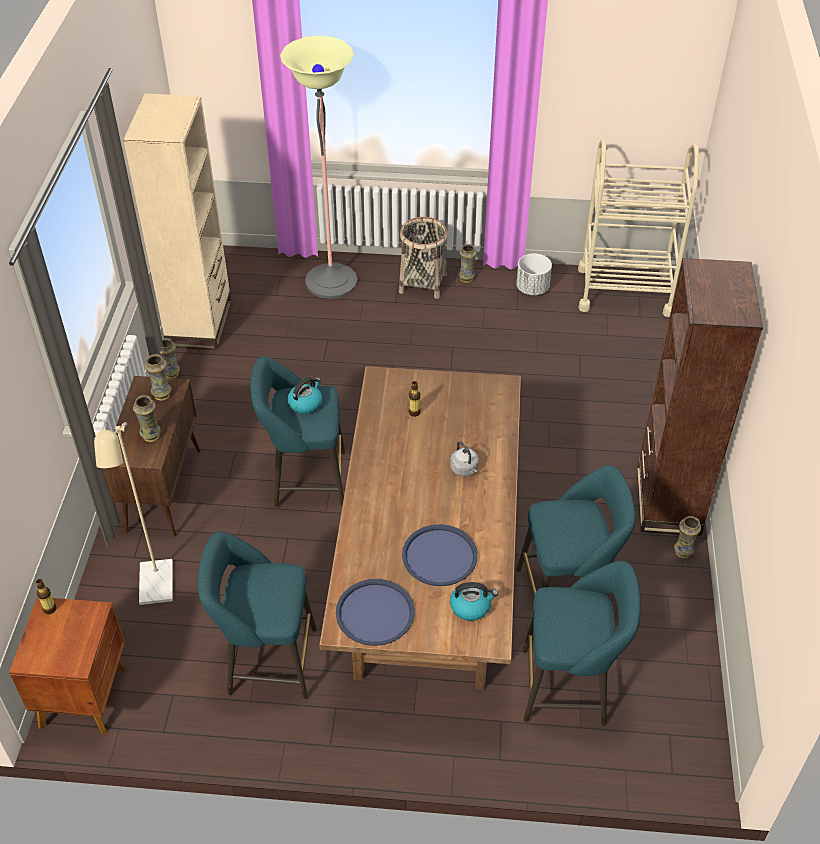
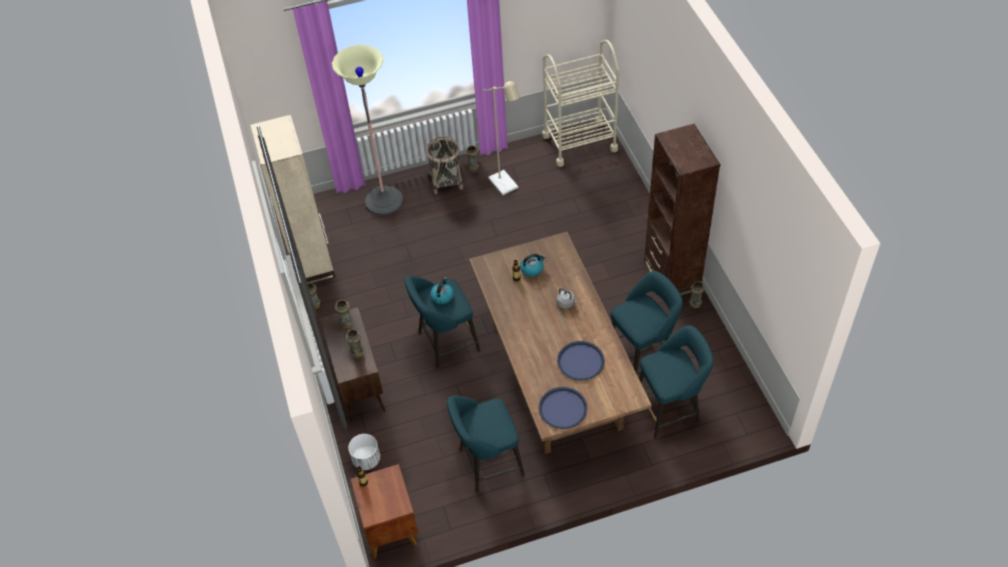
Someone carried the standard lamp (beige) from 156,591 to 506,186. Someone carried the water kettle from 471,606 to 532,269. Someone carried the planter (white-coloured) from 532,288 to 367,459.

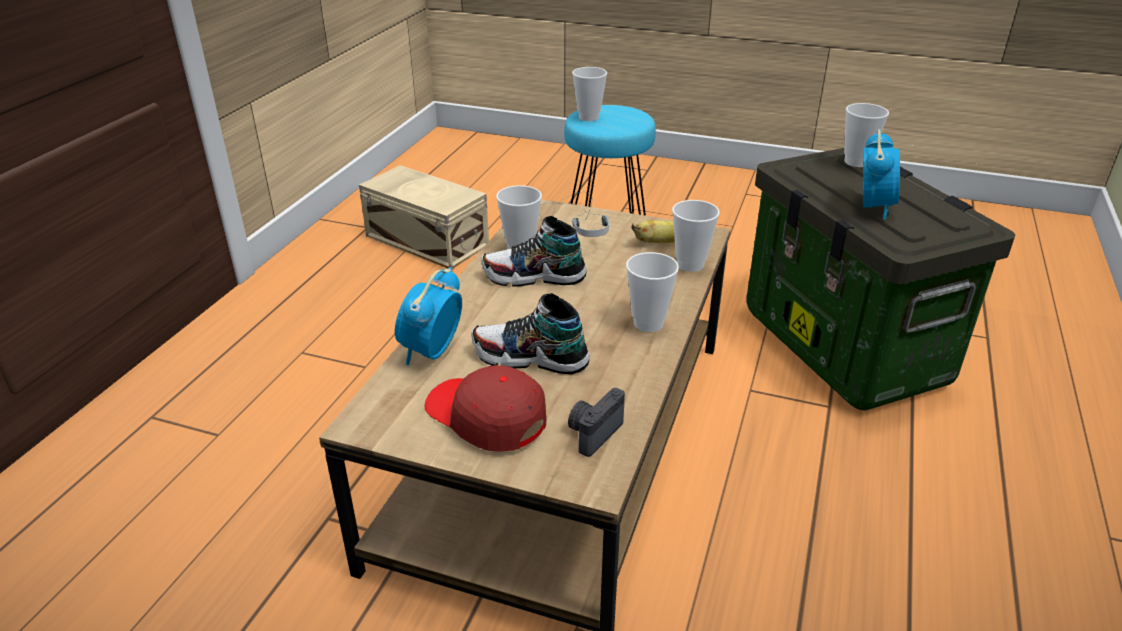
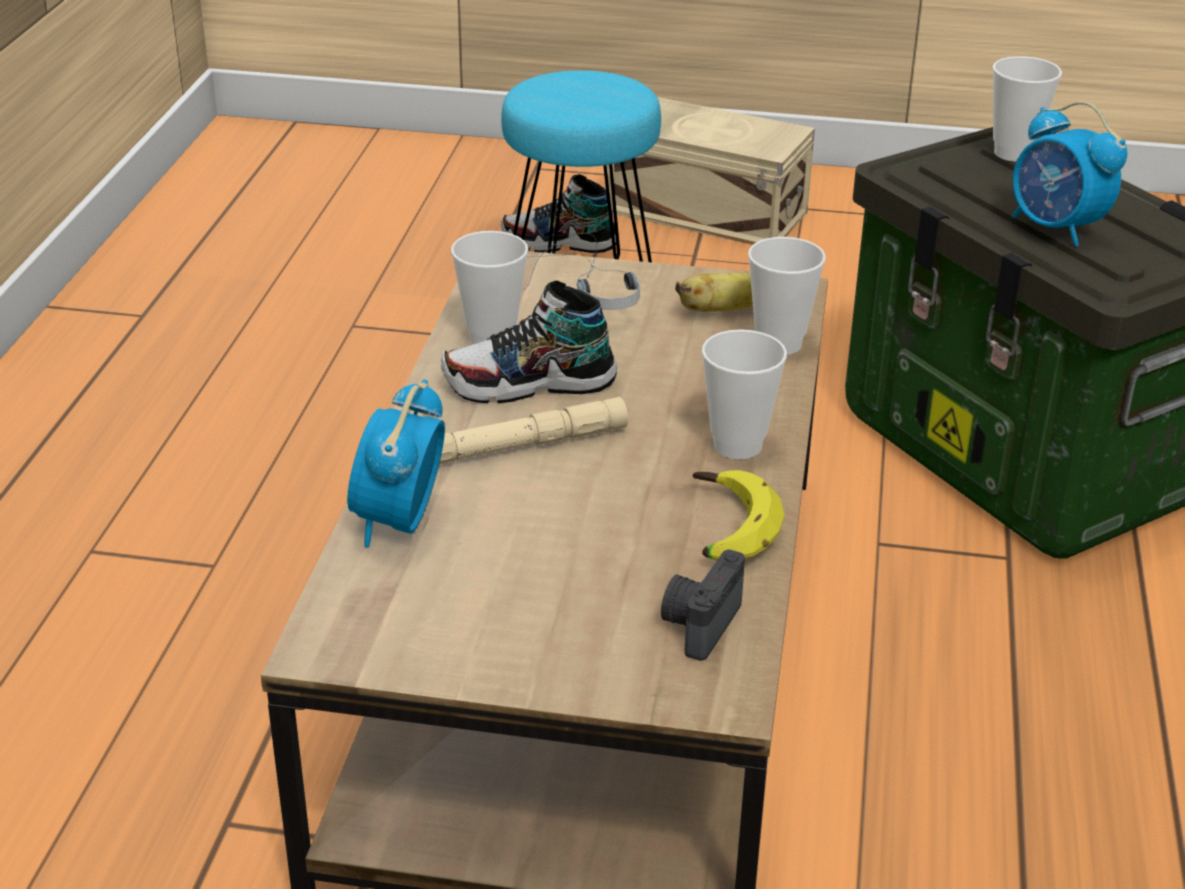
Someone took away the baseball cap (reddish) at 486,417. Someone took away the cup at 588,117. Someone put down the torch (beige) at 525,445. Someone put down the banana at 723,528. Someone carried the storage bin (beige) from 427,239 to 704,210. Someone carried the item of footwear from 530,358 to 559,244. Someone rotated the table clock at 873,207 by 135 degrees clockwise.

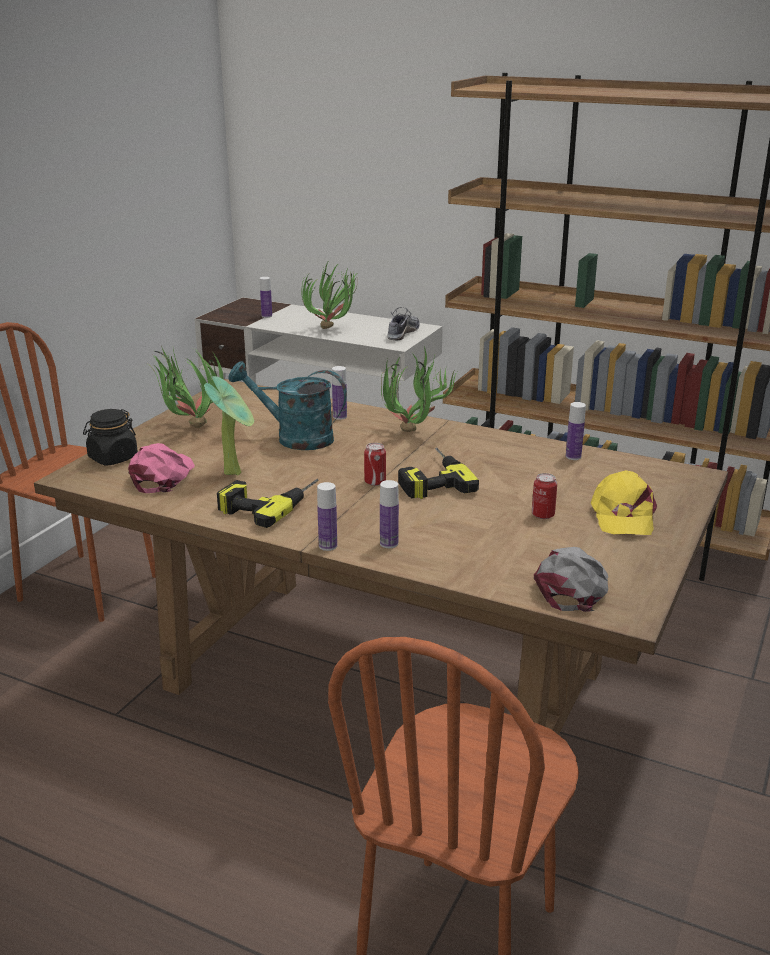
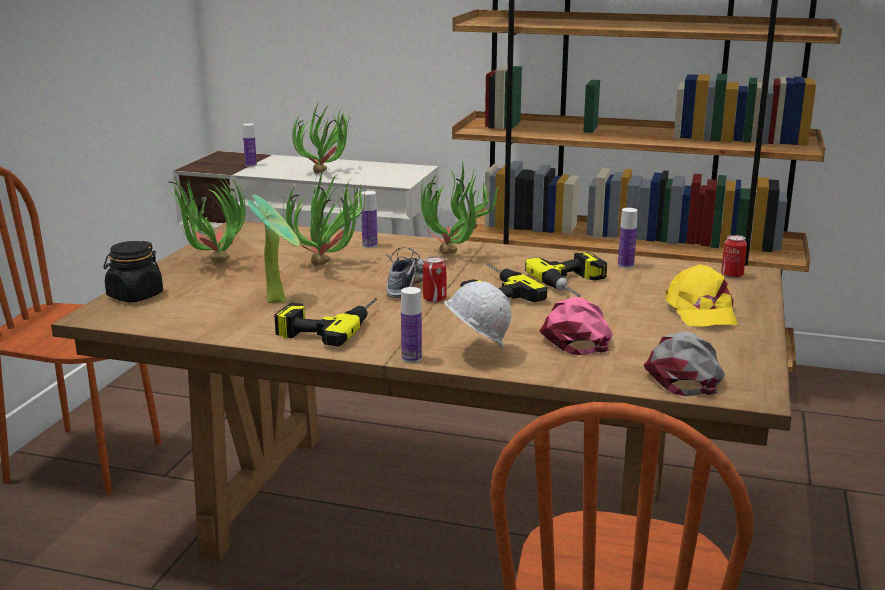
Someone put down the electric drill at 576,285. Someone carried the baseball cap (pinkish) from 162,476 to 575,337. Someone carried the item of footwear from 402,333 to 406,285. Someone carried the can from 543,515 to 732,275. Someone swapped the sprinkling can (blue-green) at 294,438 for the plant in a pot at 330,266. Someone swapped the bottle at 389,543 for the hard hat (white-coloured) at 476,352.

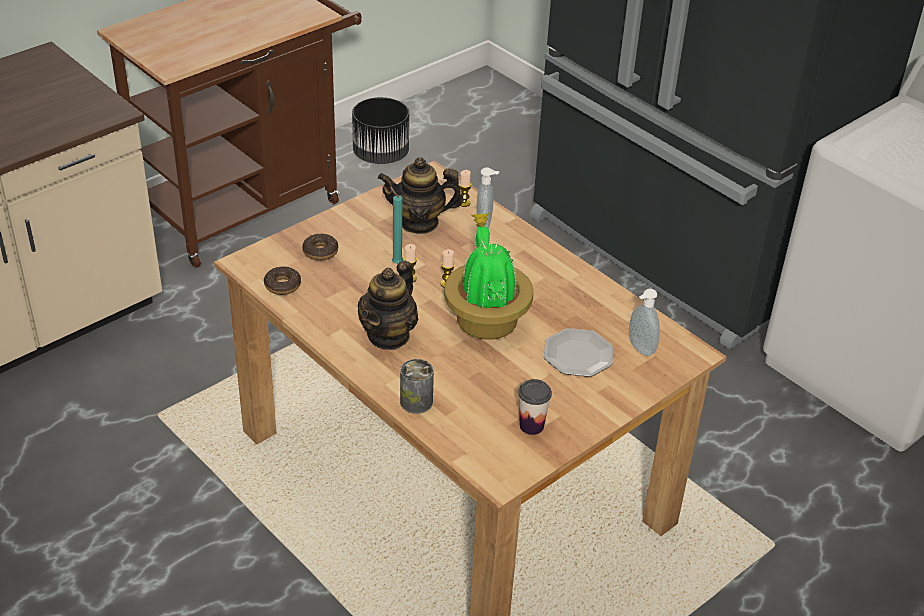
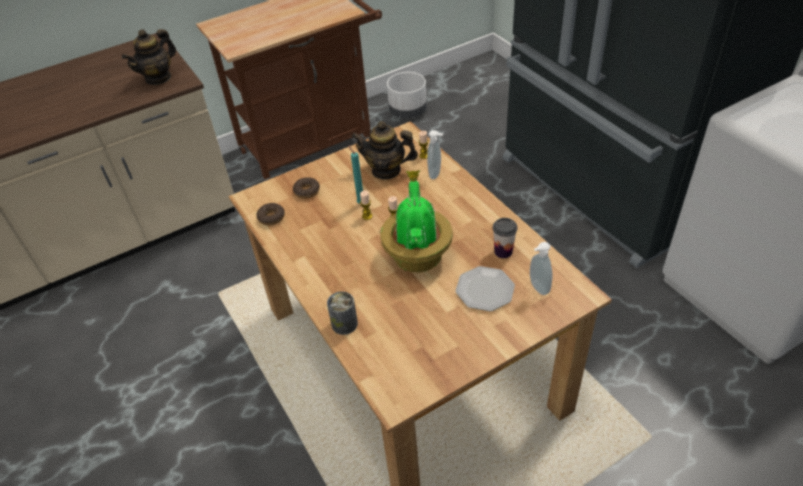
Someone carried the pot for tea from 388,335 to 158,78. Someone carried the cup from 531,426 to 503,251. Someone repainted the planter (black) at 381,156, which became the planter (white-coloured) at 408,112.

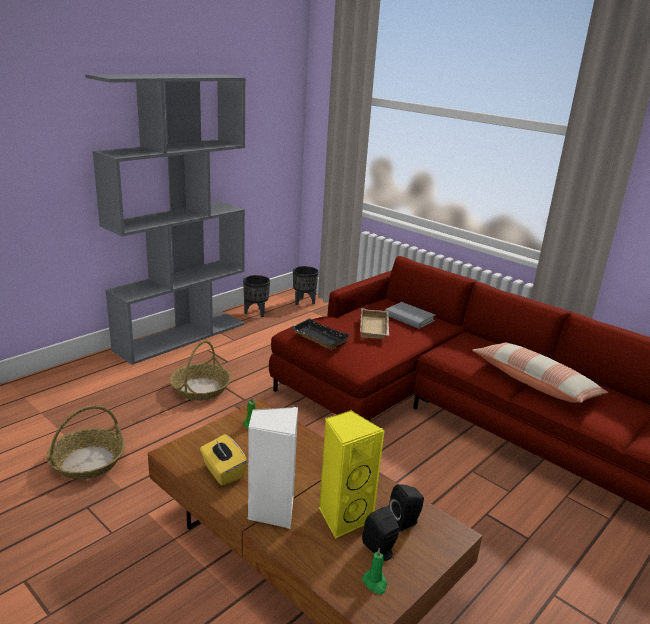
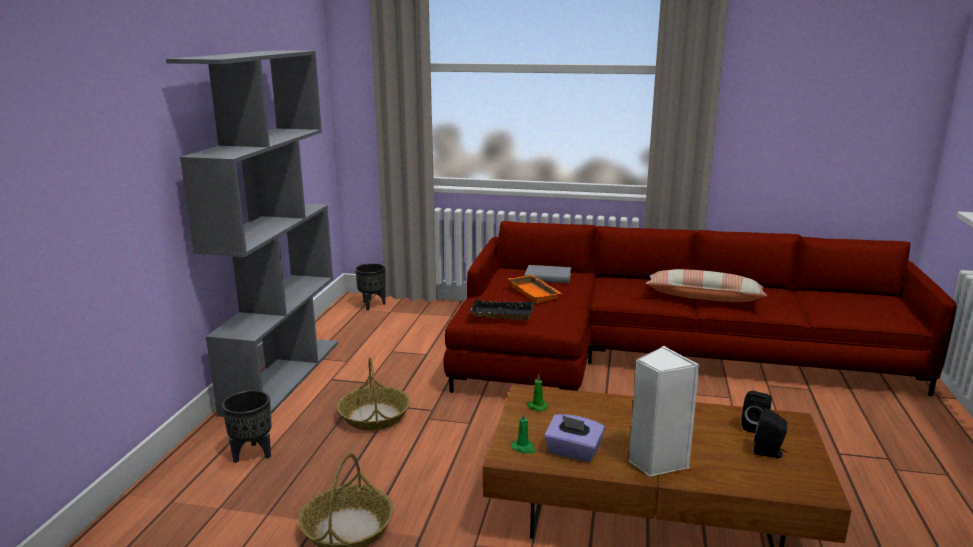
Someone took away the loudspeaker (yellow-coloured) at 343,516. Someone carried the planter (black) from 256,312 to 253,454. Someone carried the wax light (greenish) from 375,583 to 524,448. Someone repainted the box of tissues (yellow-coloured) at 223,472, which became the box of tissues (purple) at 573,452. Someone repainted the serving tray (beige) at 375,328, which became the serving tray (orange-coloured) at 536,293.

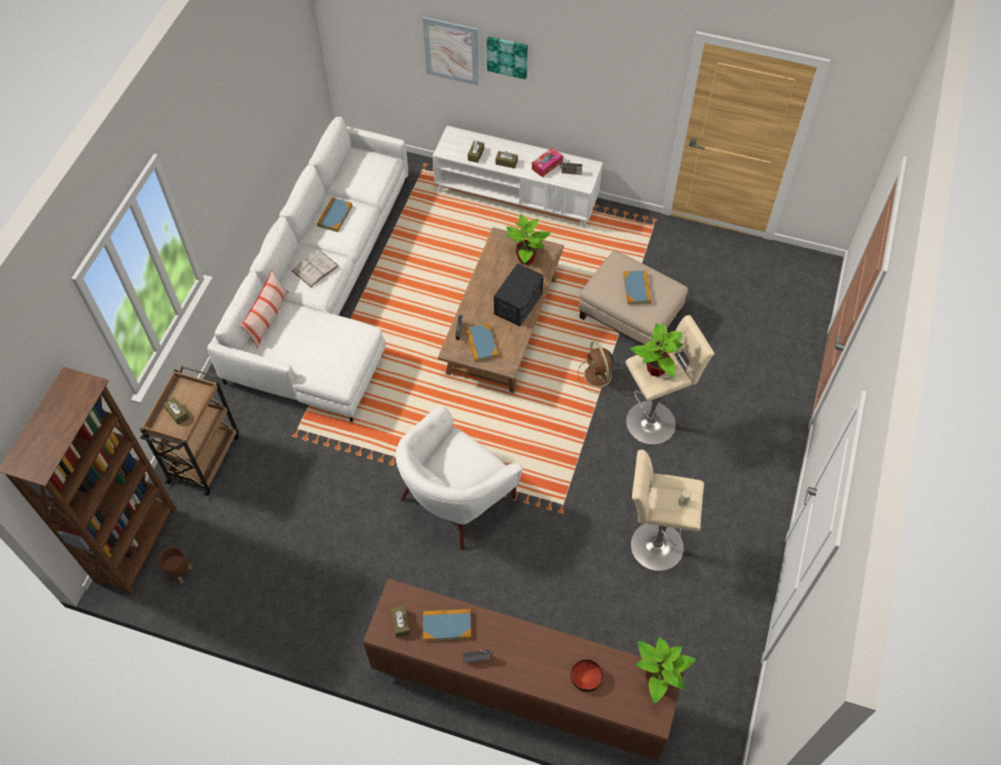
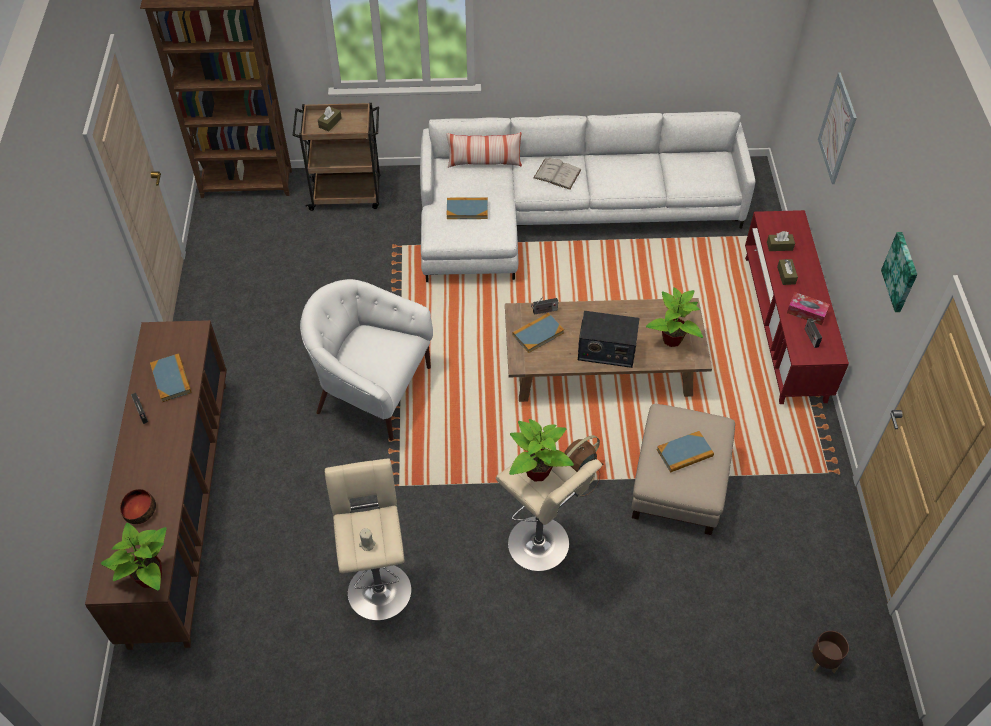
Someone took away the box of tissues (brown-coloured) at 400,623. Someone carried the planter (brown-coloured) from 180,571 to 823,661. Someone carried the volume from 335,216 to 467,210. Someone carried the wall art from 507,56 to 901,272. Someone repainted the media console (white-coloured) at 516,196, which became the media console (reddish) at 784,326.

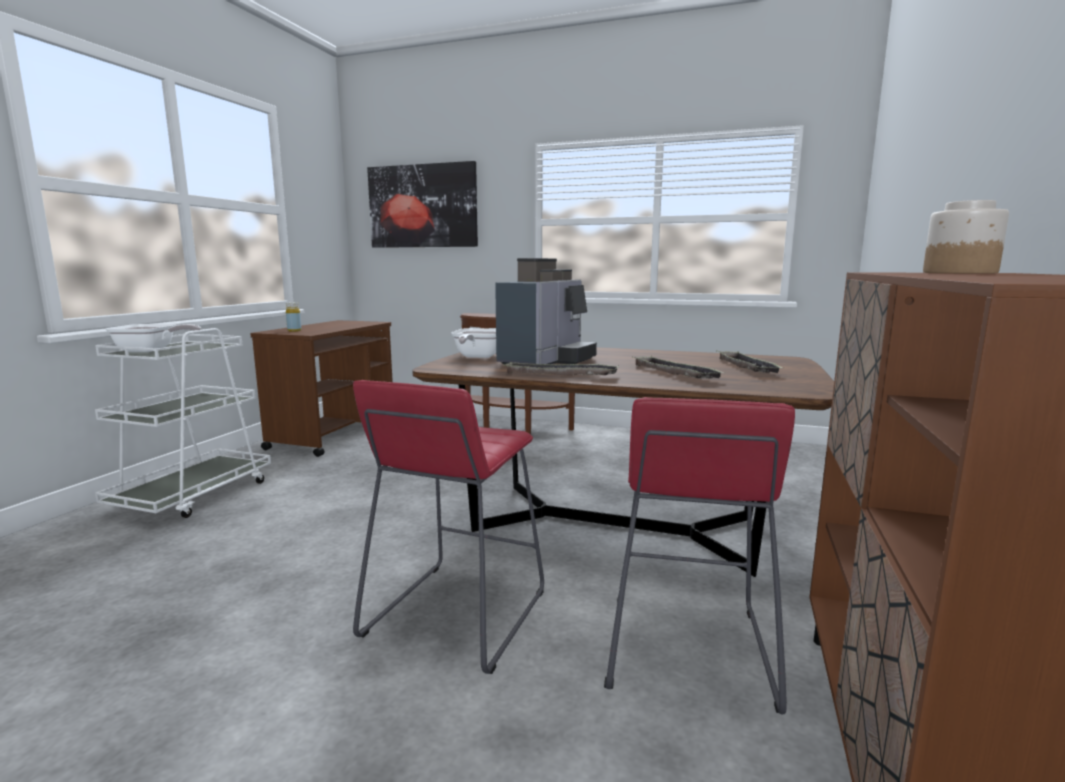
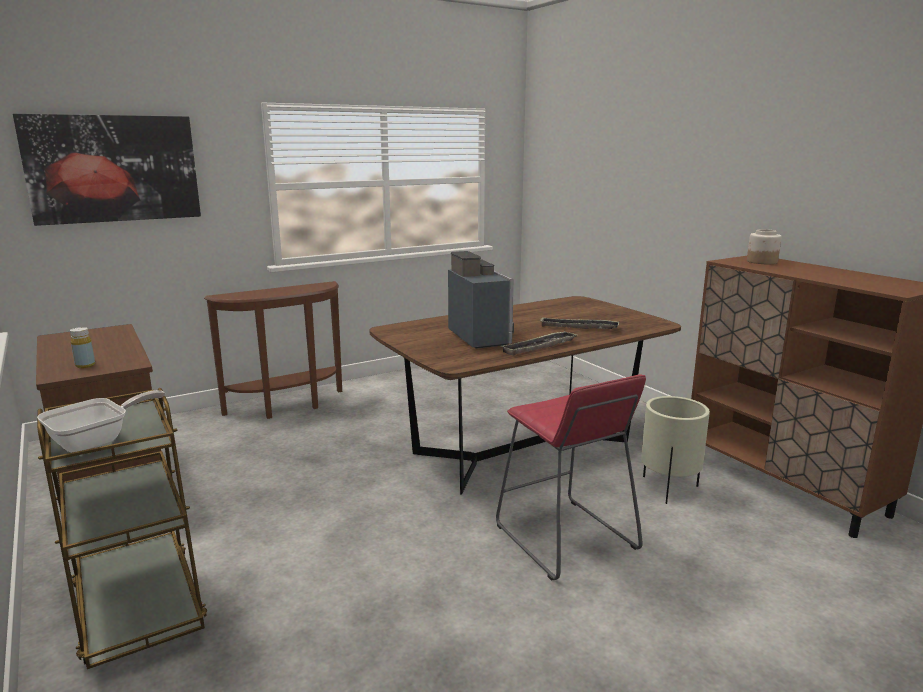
Someone took away the frying pan at 477,357. Someone took away the serving tray at 746,367. Someone swapped the sitting stool (reddish) at 687,649 for the planter (beige) at 668,488. Someone repainted the cart (white-coloured) at 194,495, which became the cart (brown-coloured) at 139,608.

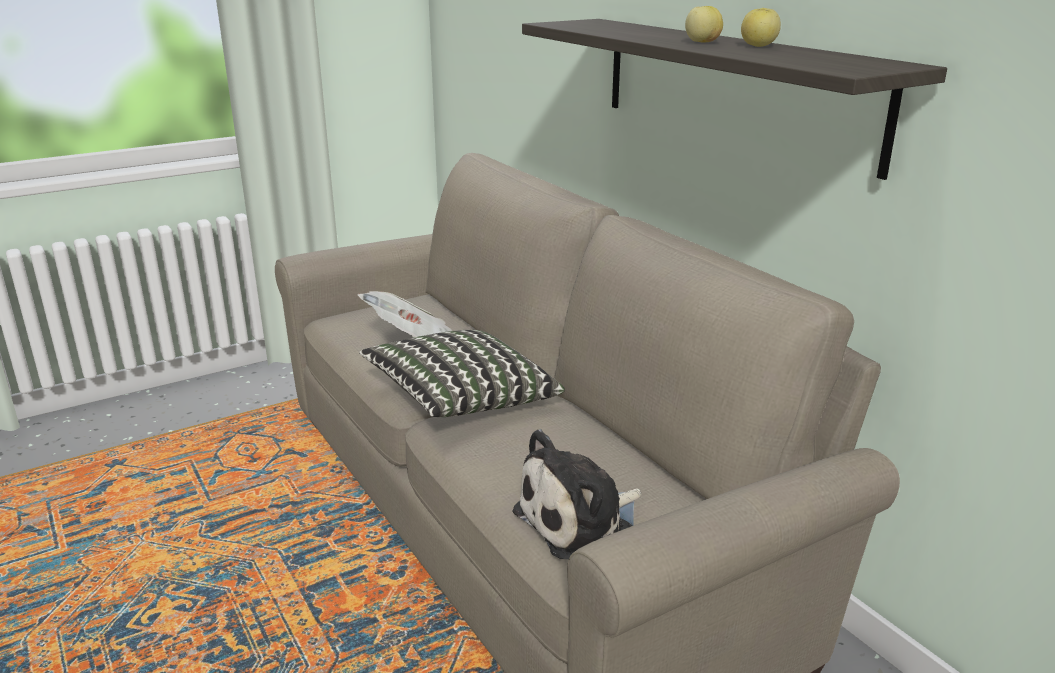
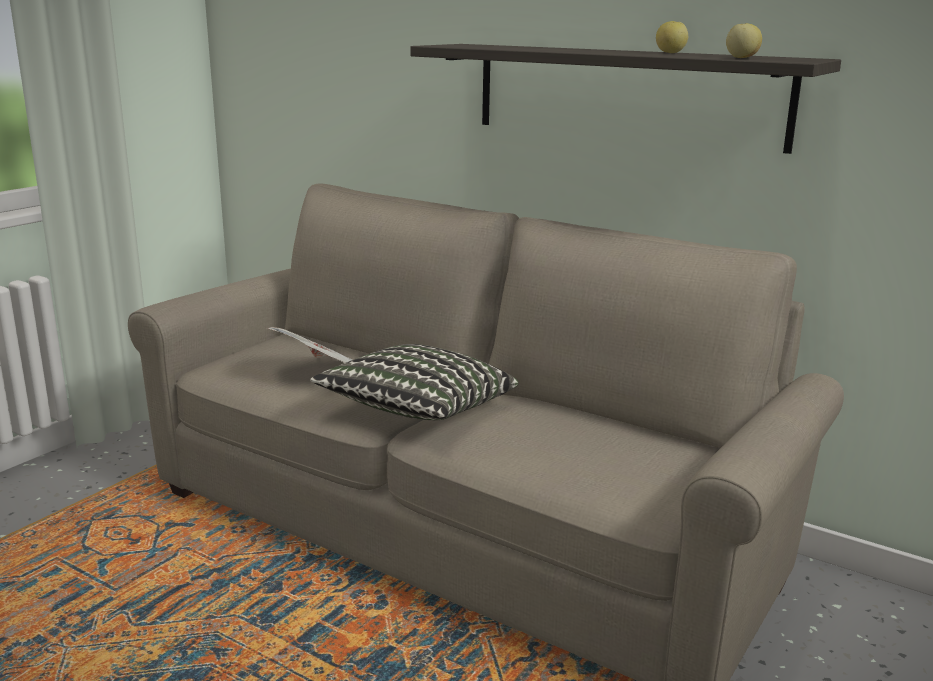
Someone took away the plush toy at 581,522. Someone carried the whole apple from 702,42 to 741,58.

